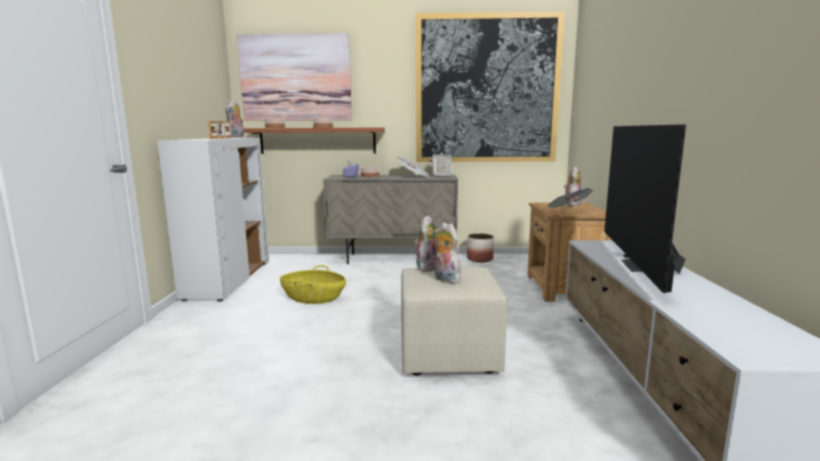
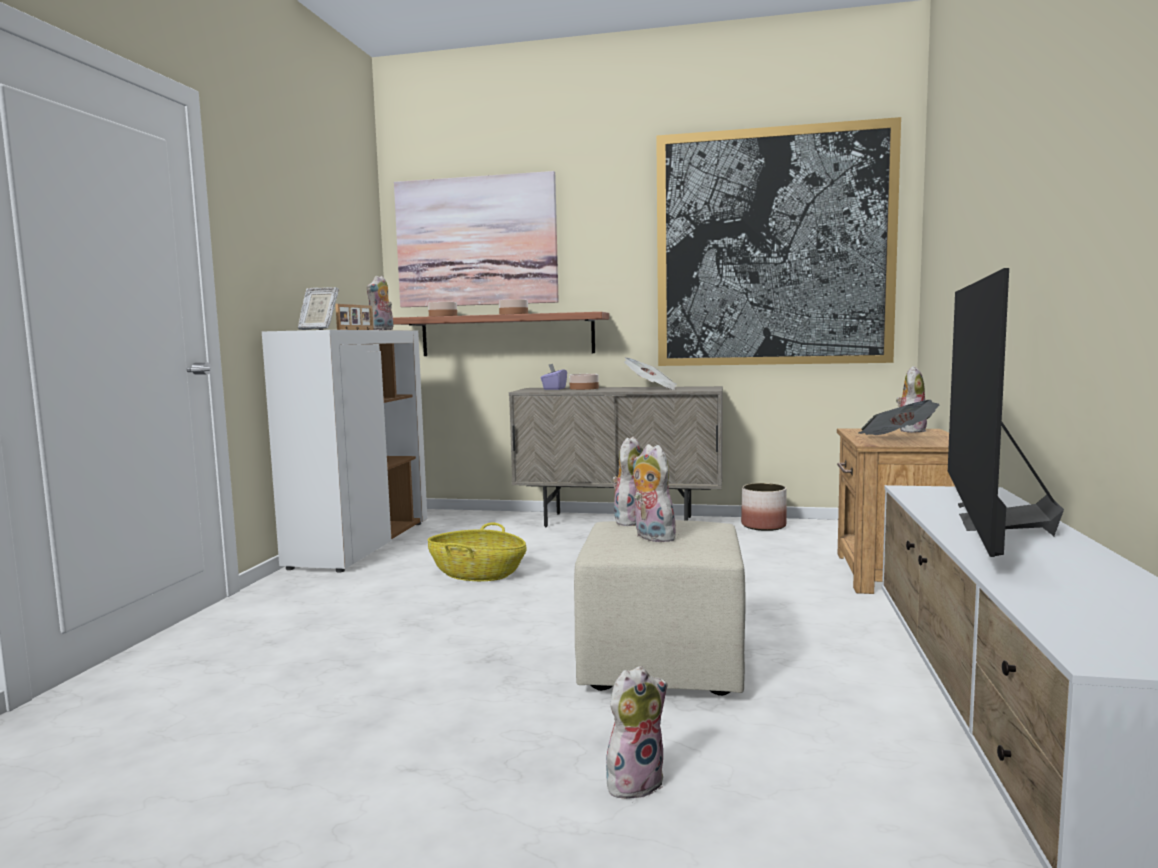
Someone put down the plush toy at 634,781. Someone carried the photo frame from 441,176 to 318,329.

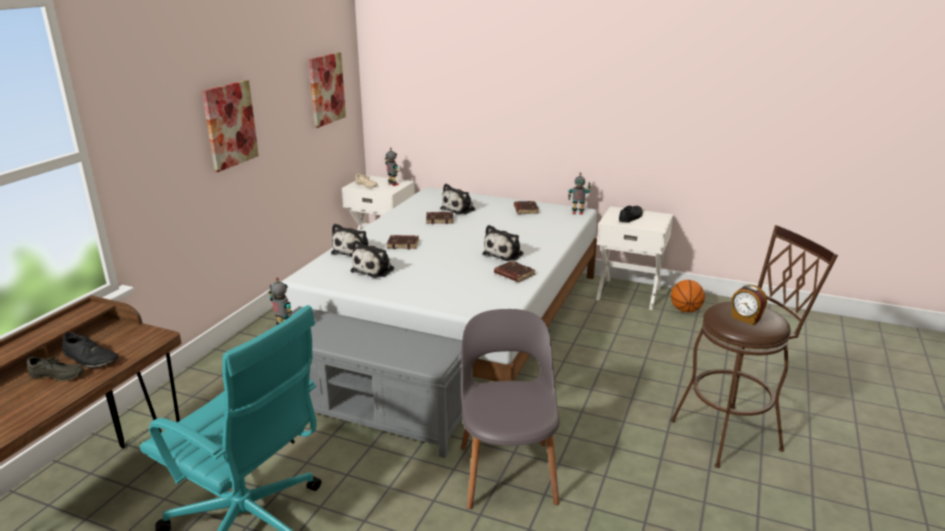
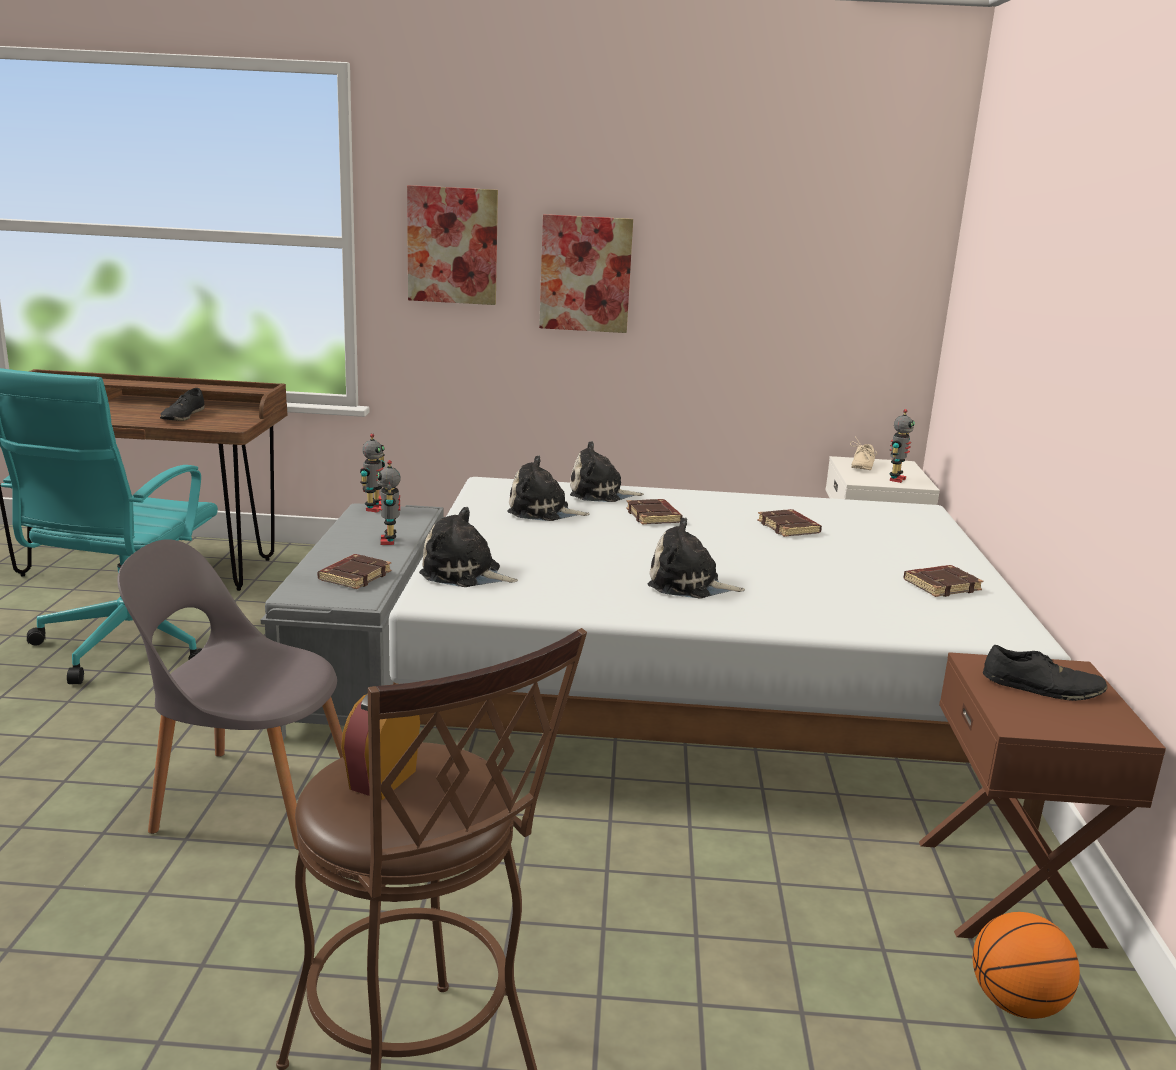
Someone took away the item of footwear (gray) at 56,377. Someone carried the wall art from 326,89 to 452,245. Someone carried the plush toy from 459,209 to 464,574. Someone carried the volume (brown-coloured) from 513,274 to 354,576. Someone carried the toy robot from 577,212 to 389,541. Someone repainted the bedside table (white-coloured) at 629,293, which became the bedside table (brown-coloured) at 1010,892. Someone rotated the upright chair (gray) at 508,470 by 150 degrees counterclockwise.

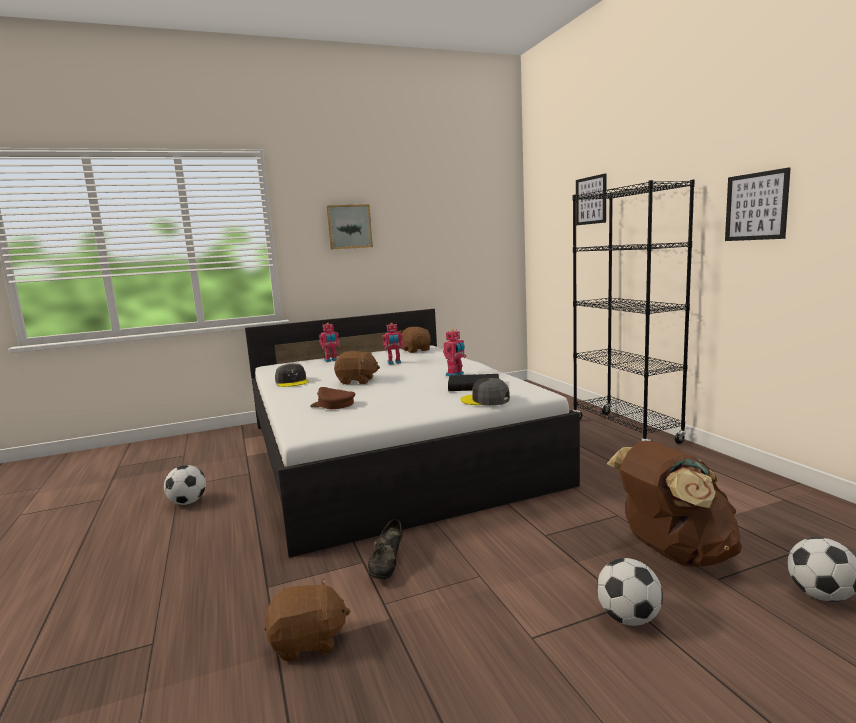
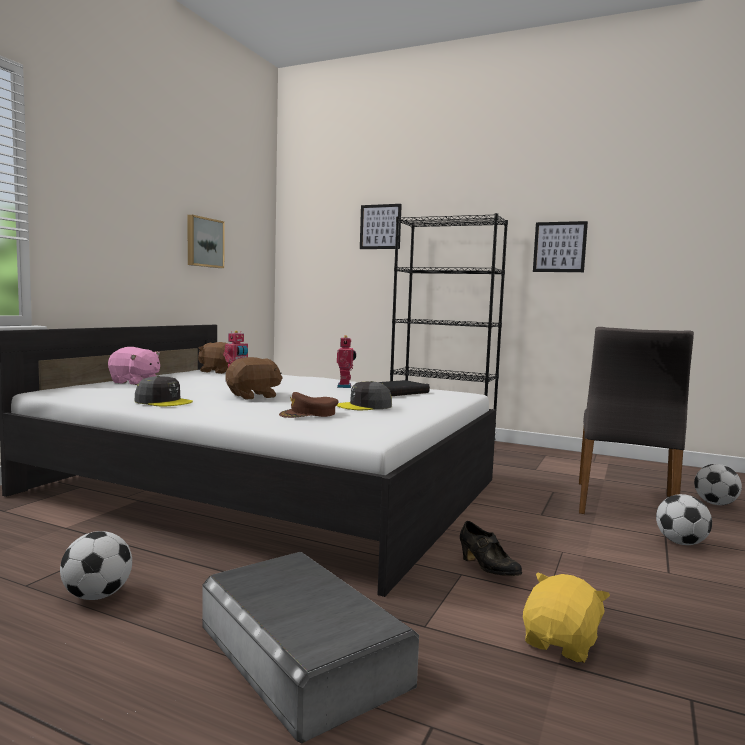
Someone put down the storage bin (gray) at 301,654. Someone carried the wall art from 349,227 to 204,242. Someone carried the baseball cap (gray) from 485,400 to 364,406. Someone swapped the toy robot at 331,360 for the plush toy (pinkish) at 135,382. Someone swapped the knapsack (brown-coloured) at 673,553 for the upright chair (gray) at 625,504. Someone repainted the plush toy (brown-coloured) at 308,642, which became the plush toy (yellow-coloured) at 562,643.

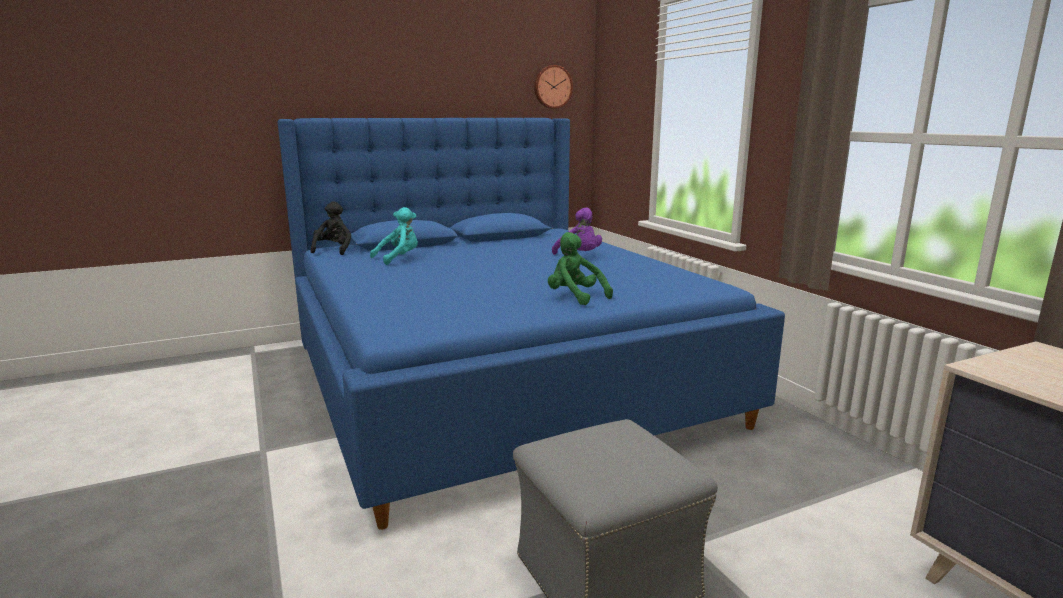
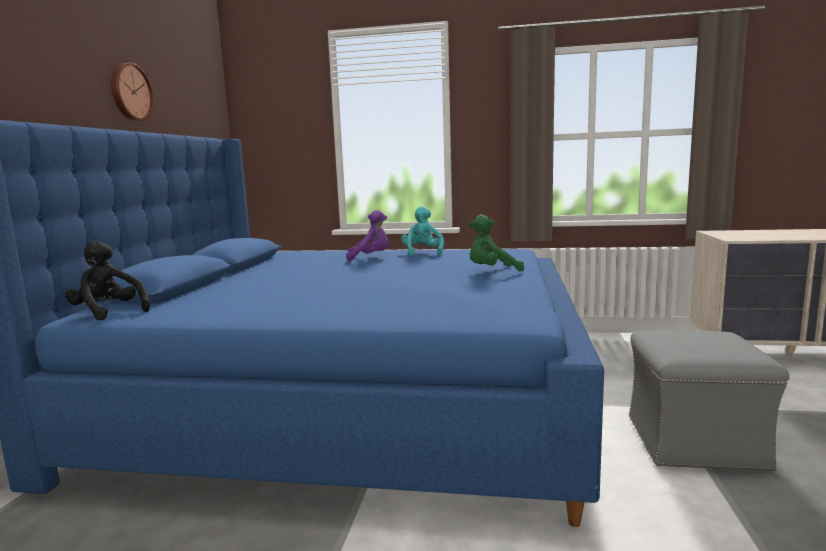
Someone carried the plush toy (blue-green) from 399,258 to 422,253. Someone carried the clock on the wall from 552,87 to 130,92.

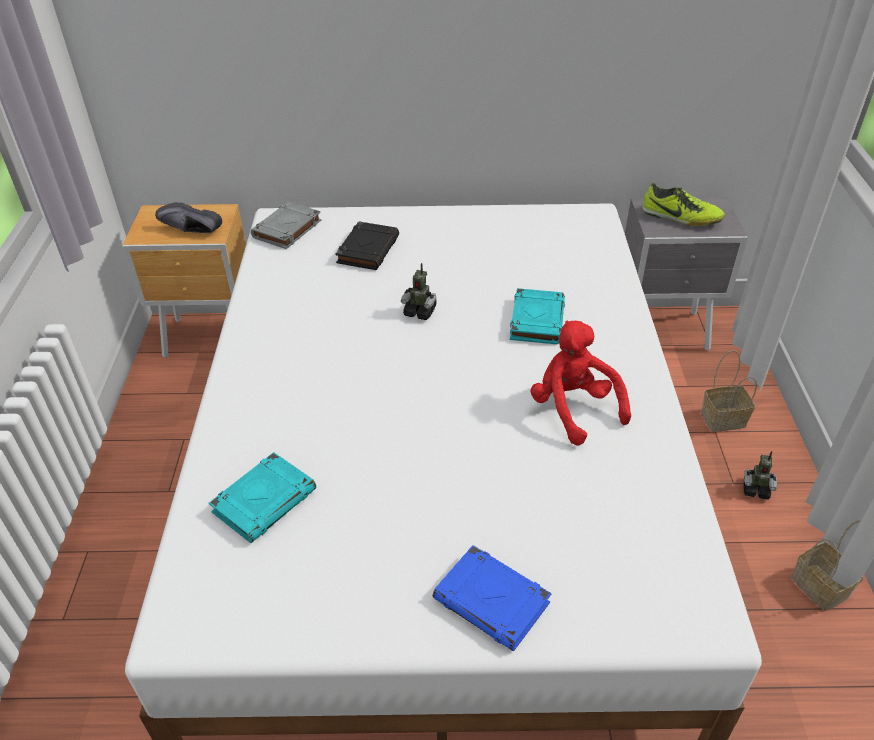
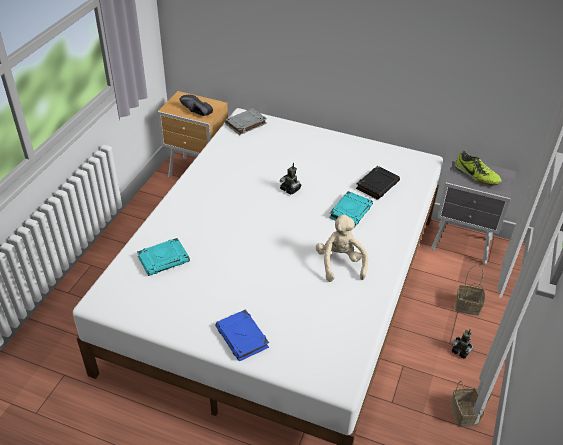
Someone carried the volume (black) from 368,249 to 377,185. Someone repainted the plush toy (reddish) at 573,409, which became the plush toy (beige) at 340,263.

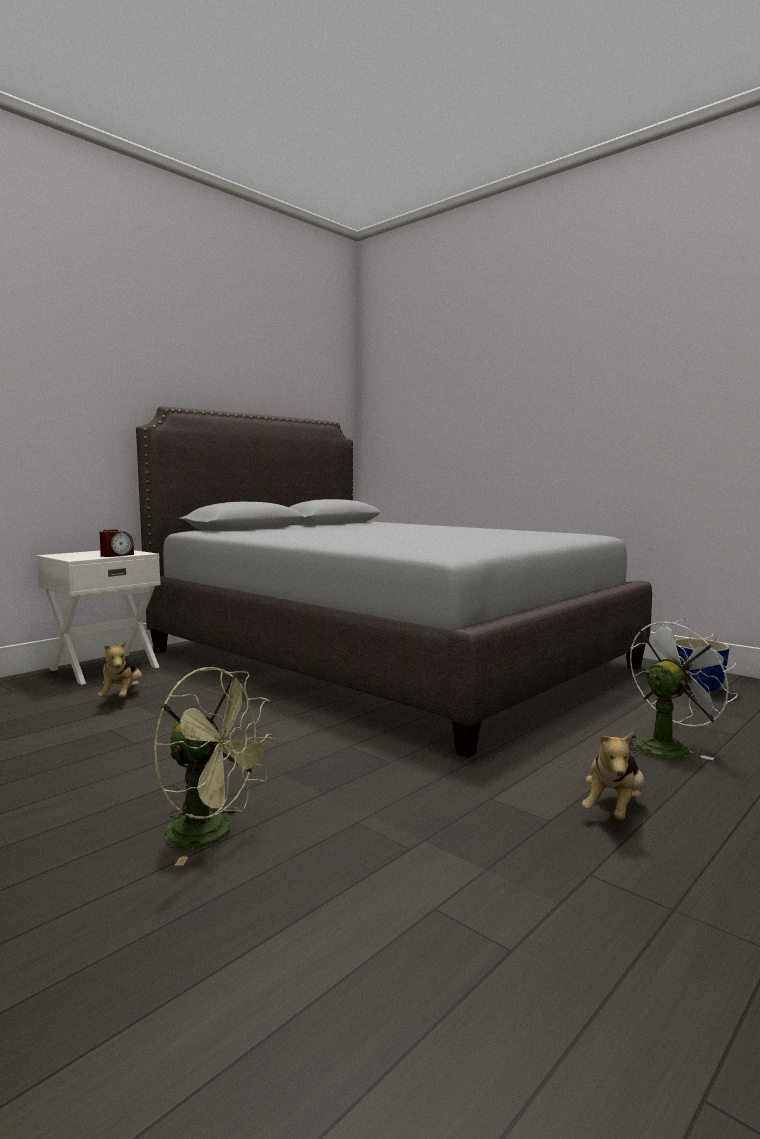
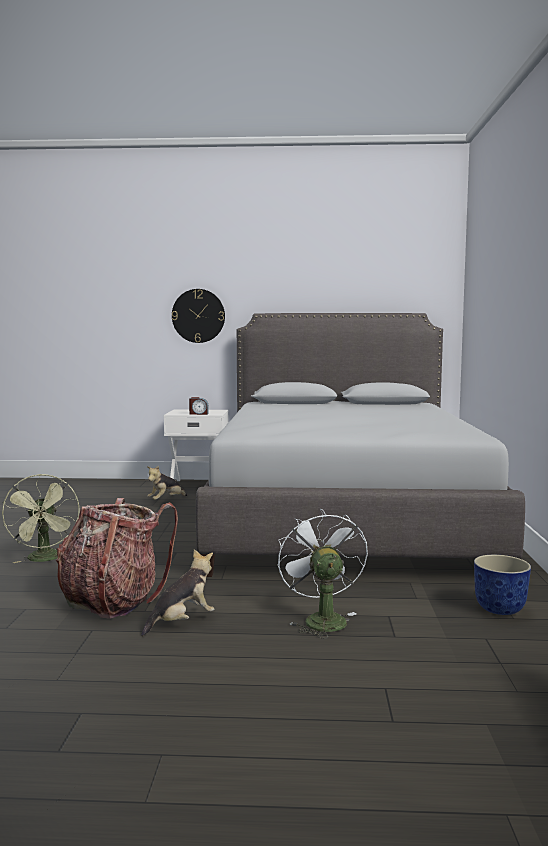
Someone put down the knapsack at 113,601. Someone put up the clock on the wall at 198,316. Someone rotated the plush toy at 614,809 by 150 degrees clockwise. Someone rotated the cooling fan (white-coloured) at 667,746 by 120 degrees counterclockwise.

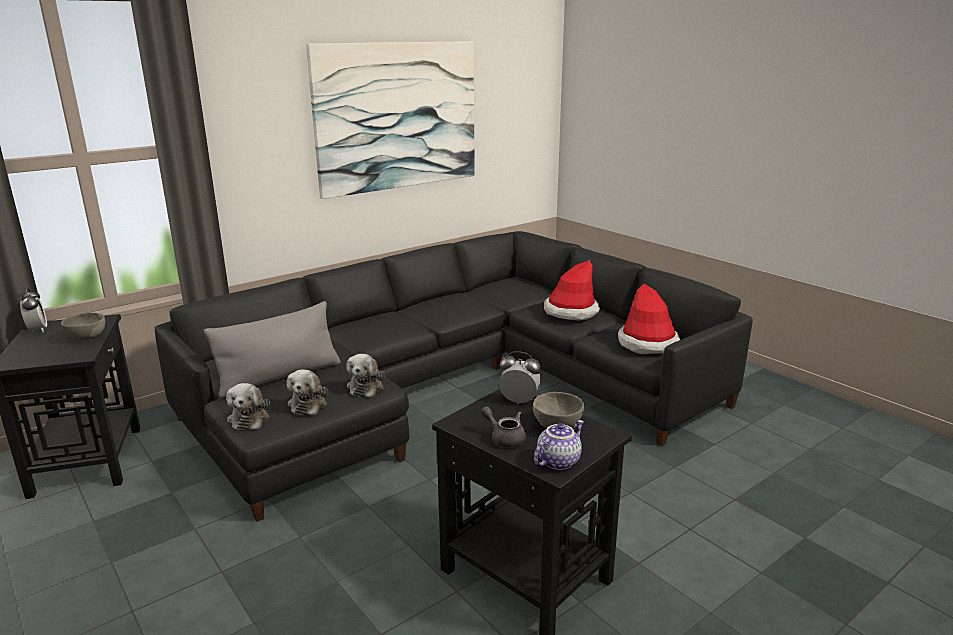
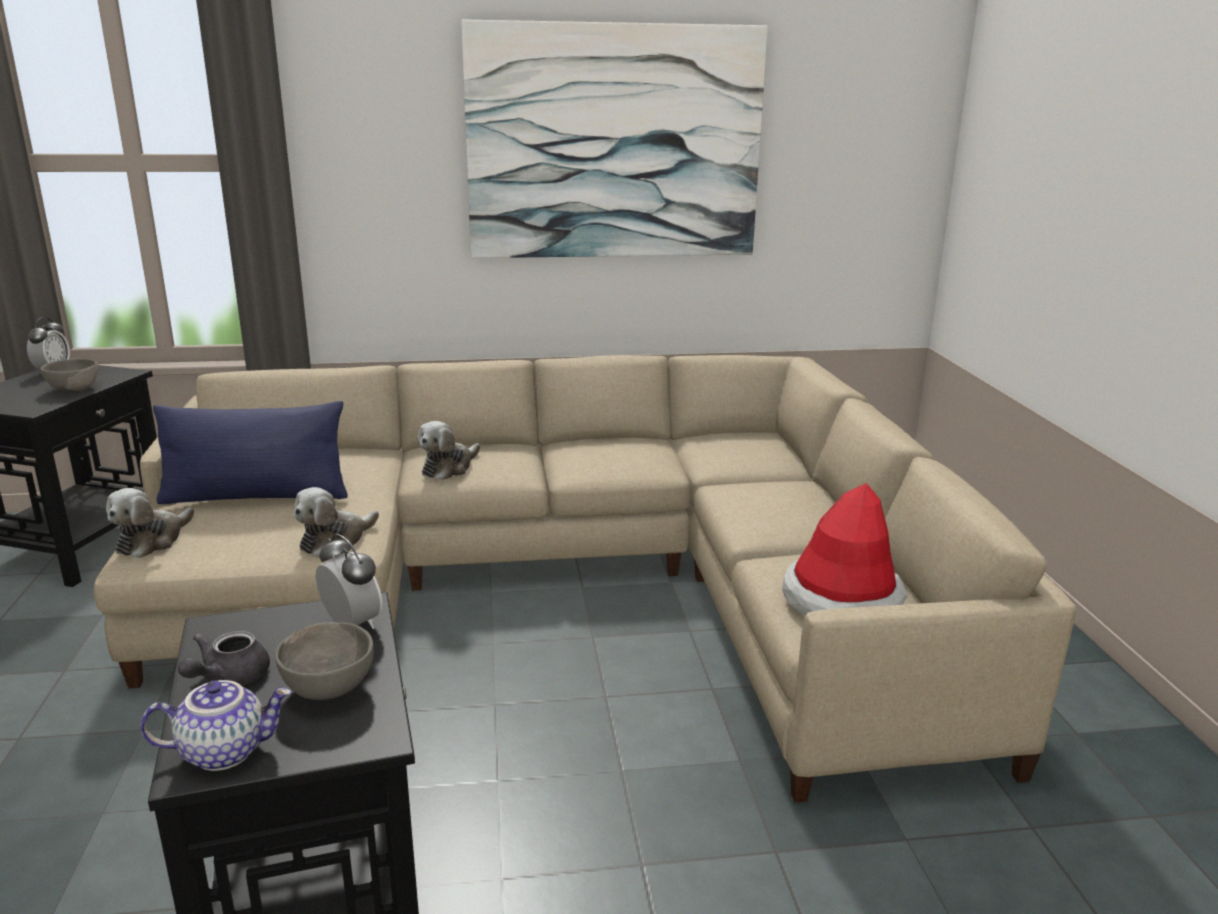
Someone took away the clothing hat at 571,311. Someone carried the plush toy from 309,403 to 449,468. Someone repainted the sofa (black) at 451,389, which became the sofa (beige) at 569,586. Someone repainted the cushion (gray) at 279,376, which became the cushion (blue) at 256,496. Someone rotated the pot for tea (gray) at 505,438 by 135 degrees counterclockwise.

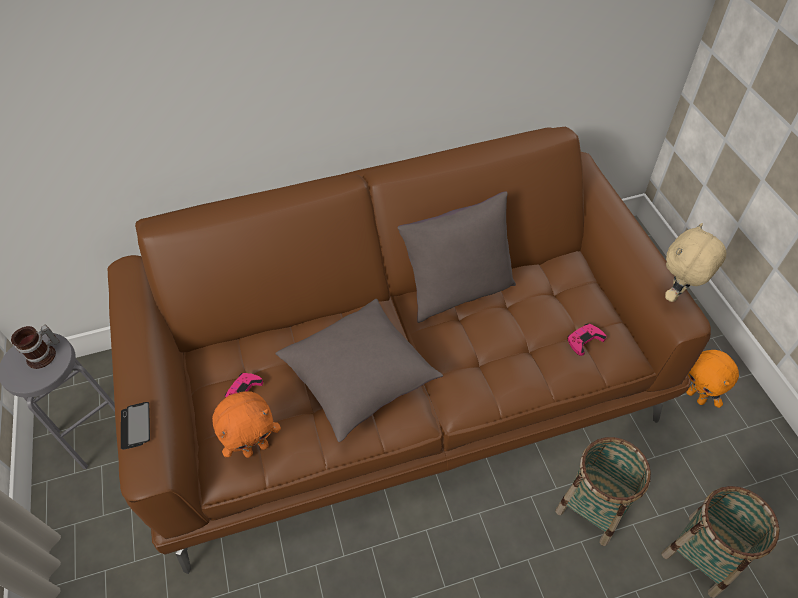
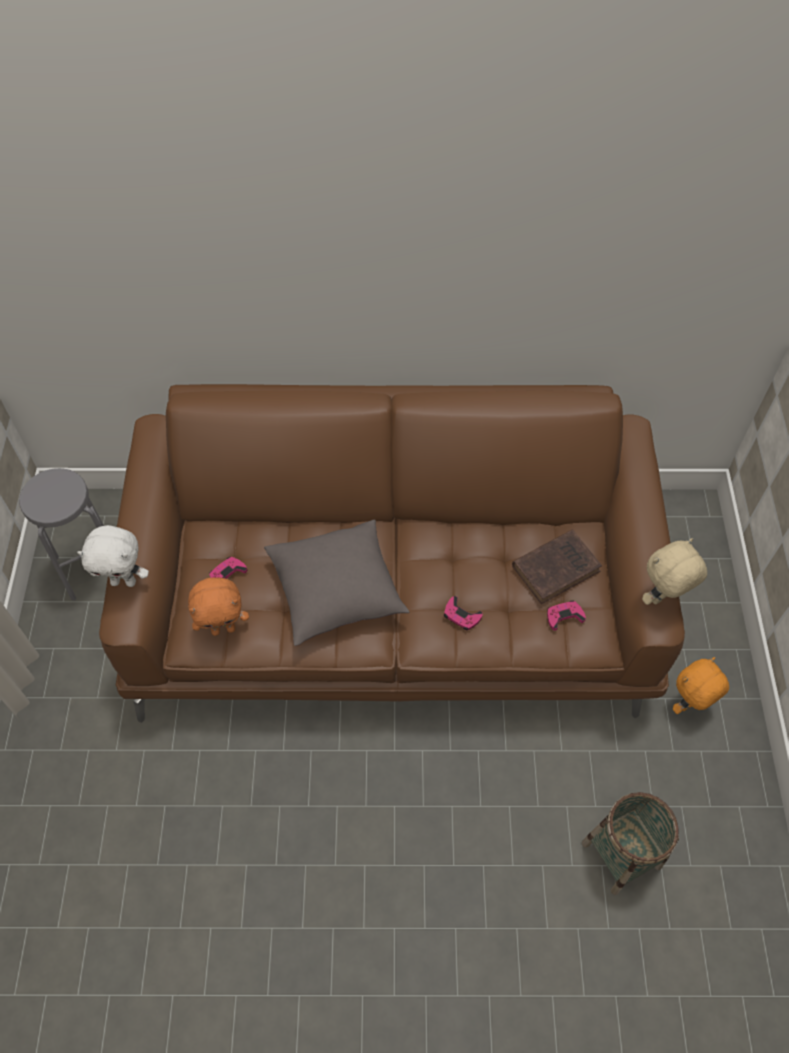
Someone took away the coffee mug at 45,355. Someone took away the cushion (gray) at 458,292. Someone took away the storage basket at 593,507. Someone put down the gamepad (pinkish) at 461,615. Someone put down the volume (brown-coloured) at 557,568. Someone swapped the phone at 136,426 for the plush toy (white-coloured) at 124,581. Someone rotated the plush toy (orange-coloured) at 696,397 by 75 degrees clockwise.

